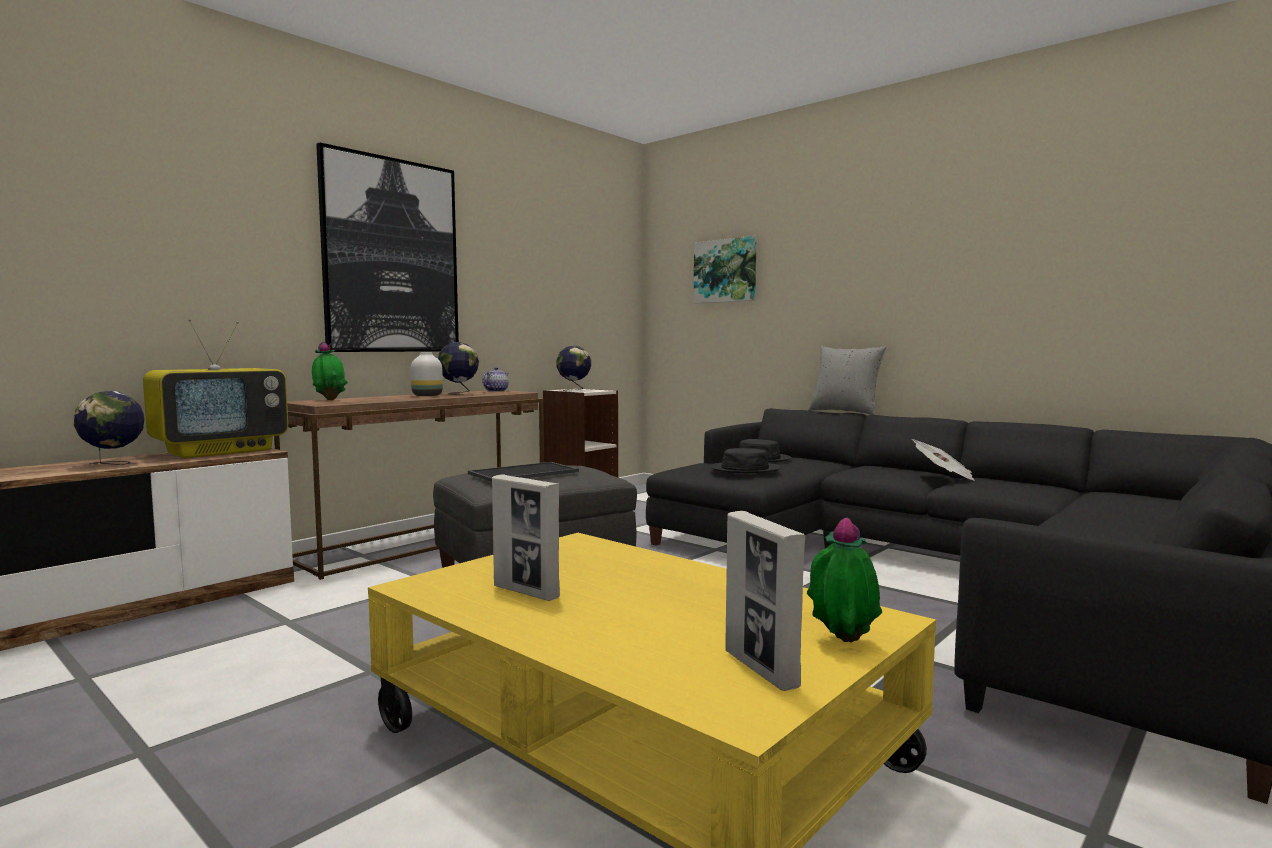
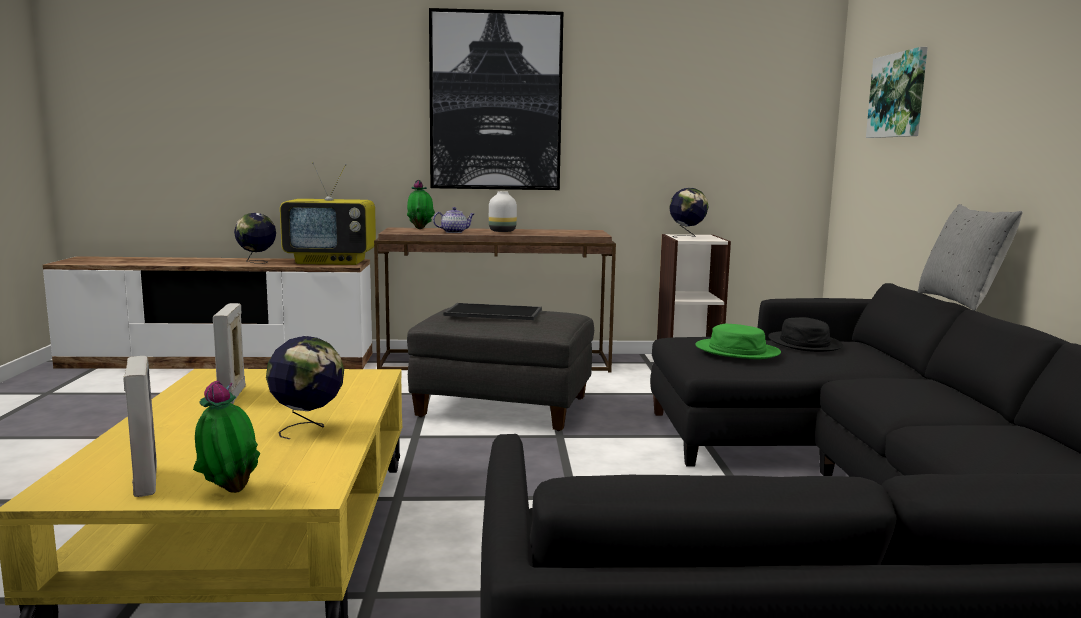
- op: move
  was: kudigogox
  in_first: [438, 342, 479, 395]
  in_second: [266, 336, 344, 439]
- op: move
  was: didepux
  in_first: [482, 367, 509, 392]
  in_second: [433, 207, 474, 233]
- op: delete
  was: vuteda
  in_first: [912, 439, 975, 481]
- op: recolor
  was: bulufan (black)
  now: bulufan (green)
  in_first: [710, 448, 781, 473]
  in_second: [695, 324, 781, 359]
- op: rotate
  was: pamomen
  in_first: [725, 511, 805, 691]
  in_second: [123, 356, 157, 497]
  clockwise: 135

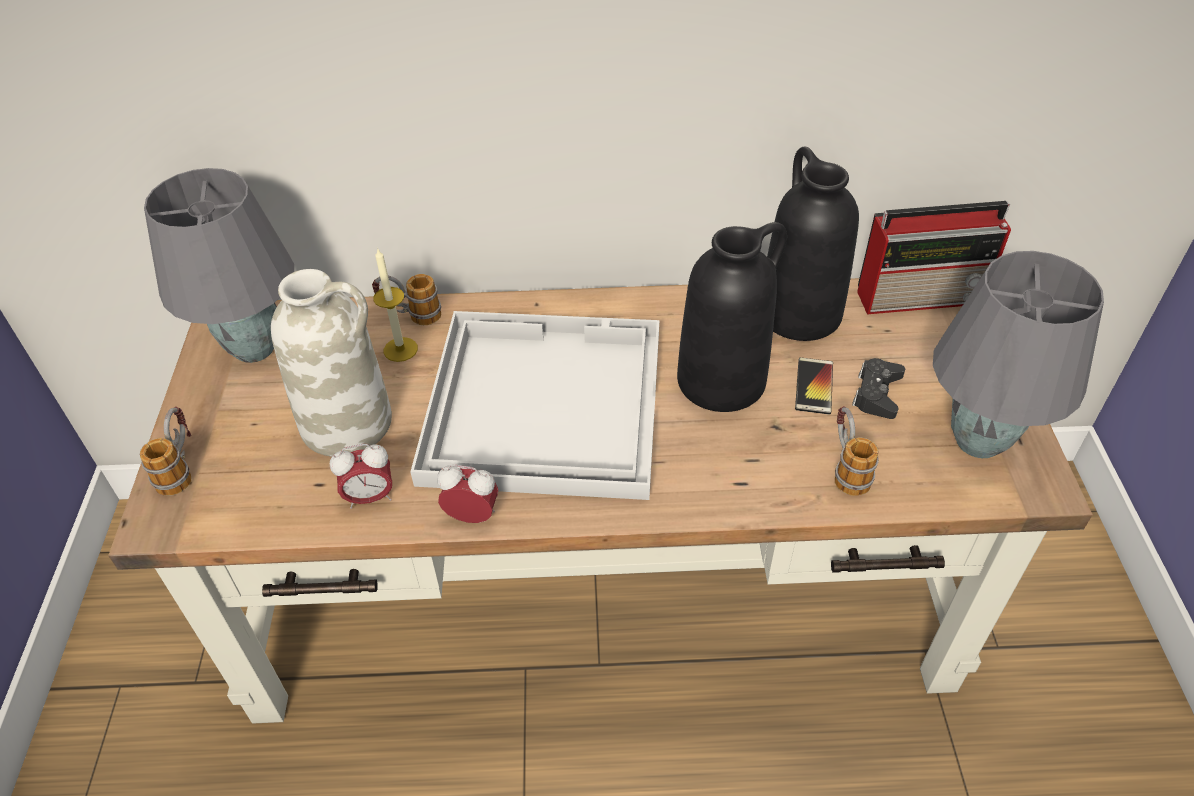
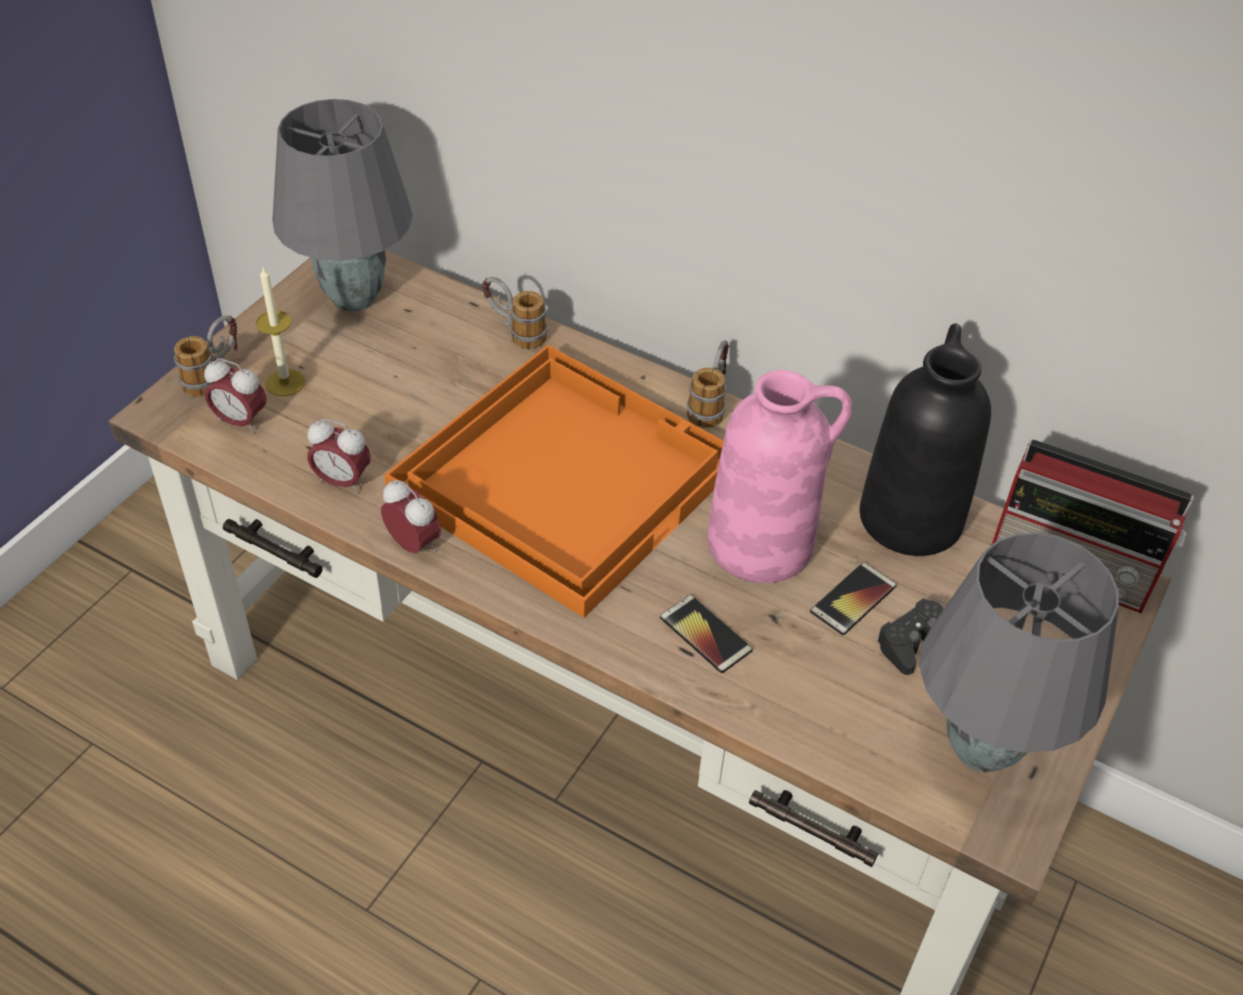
- op: recolor
  was: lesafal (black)
  now: lesafal (pink)
  in_first: [677, 222, 787, 412]
  in_second: [707, 370, 853, 583]
- op: move
  was: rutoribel
  in_first: [373, 249, 418, 362]
  in_second: [256, 268, 305, 396]
- op: delete
  was: lesafal (white)
  in_first: [271, 269, 392, 457]
- op: recolor
  was: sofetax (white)
  now: sofetax (orange)
  in_first: [410, 311, 660, 500]
  in_second: [384, 345, 723, 618]
- op: move
  was: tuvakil
  in_first: [835, 406, 879, 496]
  in_second: [687, 341, 729, 428]
- op: insert
  now: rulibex
  in_second: [204, 358, 266, 434]
- op: insert
  now: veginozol
  in_second: [660, 594, 753, 673]

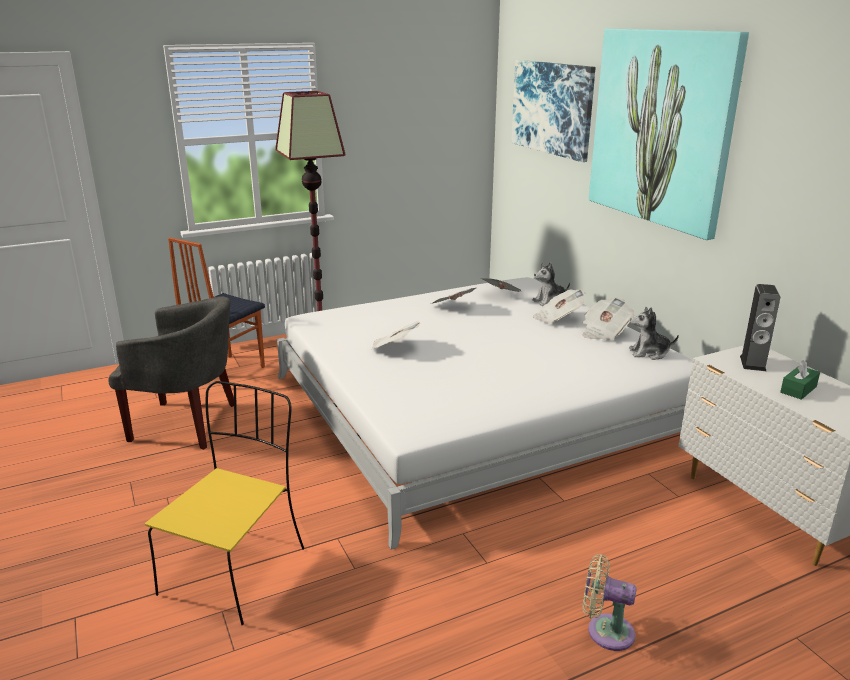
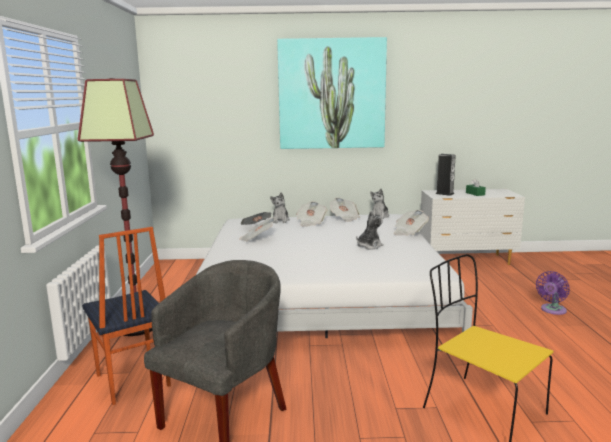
- op: delete
  was: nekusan
  in_first: [511, 60, 596, 162]
- op: move
  was: vuteda
  in_first: [371, 321, 420, 350]
  in_second: [394, 210, 429, 236]
- op: recolor
  was: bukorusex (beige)
  now: bukorusex (purple)
  in_first: [583, 554, 637, 651]
  in_second: [536, 271, 570, 315]
- op: insert
  now: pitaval
  in_second: [356, 211, 384, 250]

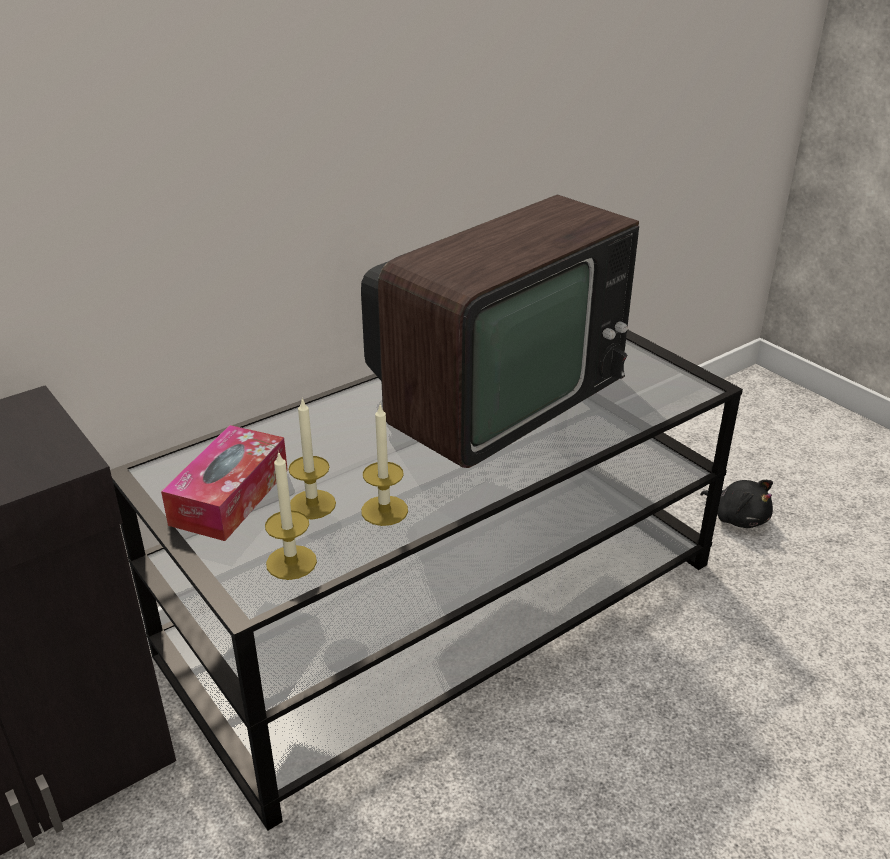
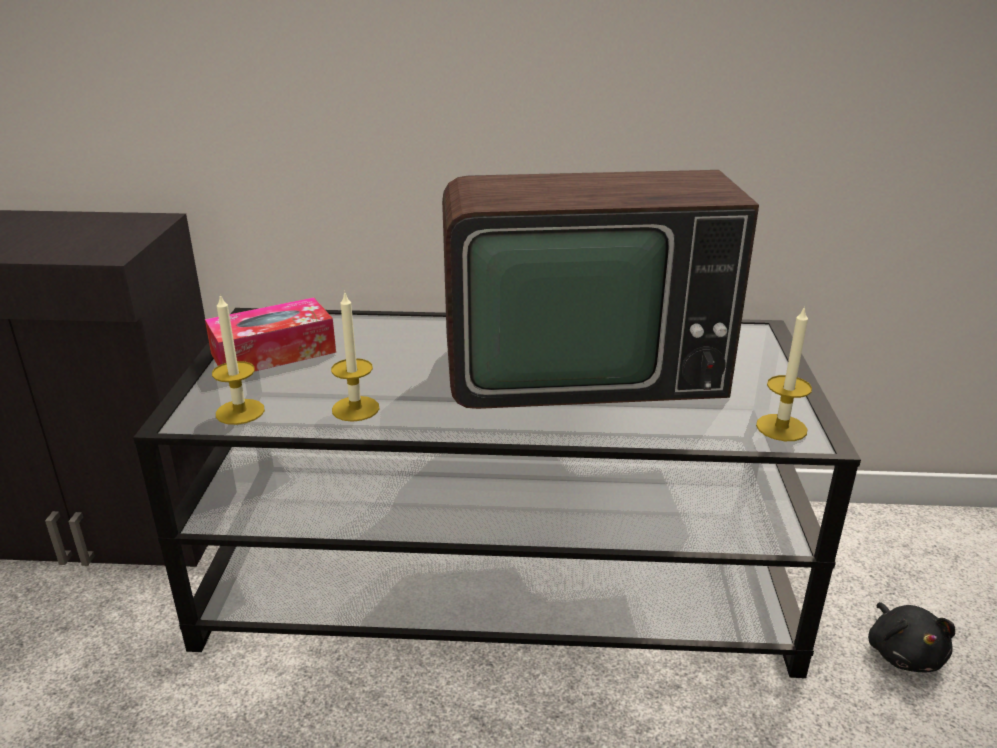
- op: move
  was: rutoribel
  in_first: [288, 398, 336, 519]
  in_second: [756, 306, 812, 441]

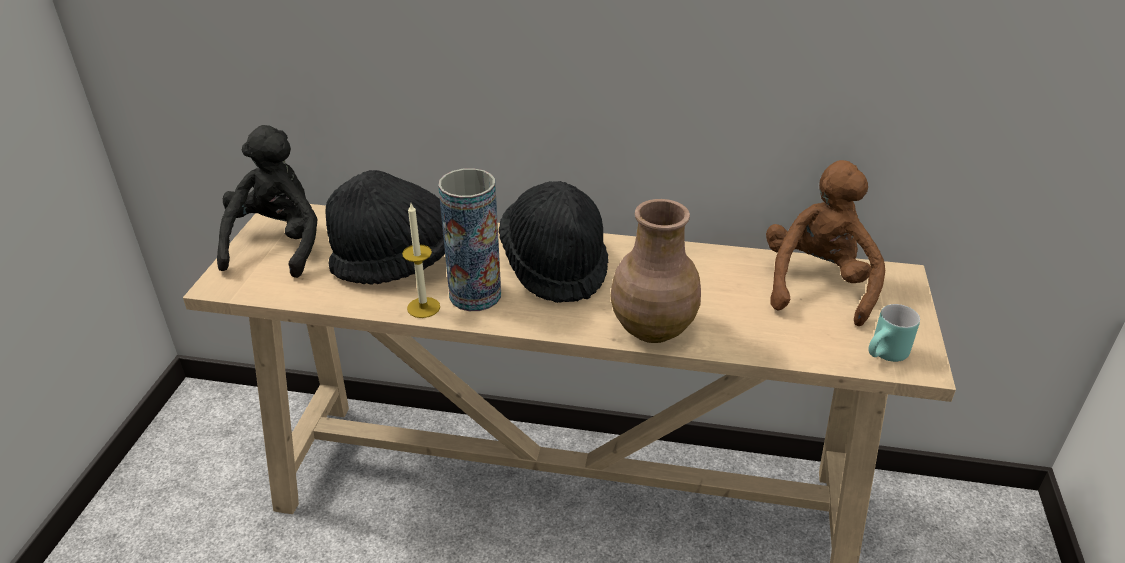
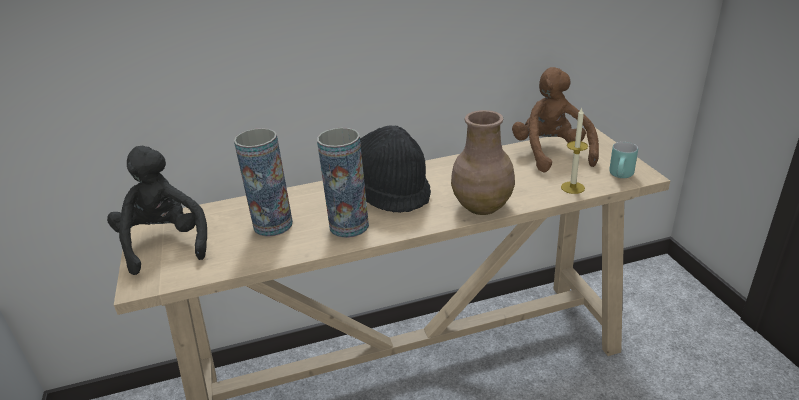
- op: replace
  was: bulufan (black)
  now: lesafal
  in_first: [326, 170, 445, 285]
  in_second: [234, 128, 293, 237]
- op: move
  was: rutoribel
  in_first: [402, 203, 440, 318]
  in_second: [561, 107, 588, 194]

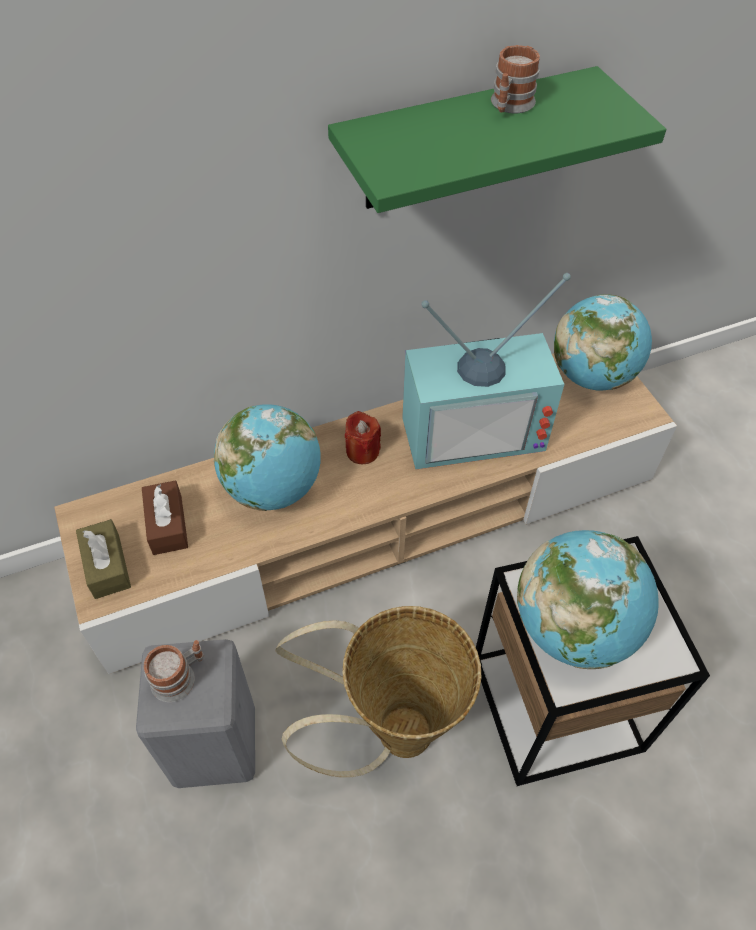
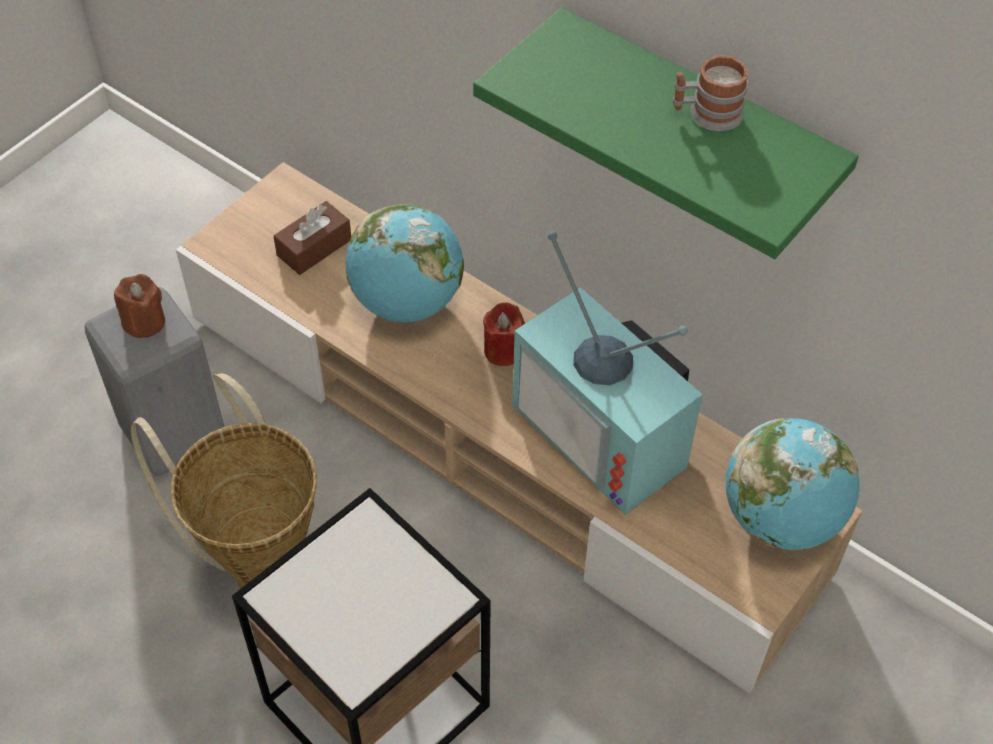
- op: delete
  was: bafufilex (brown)
  in_first: [76, 519, 131, 599]
- op: delete
  was: kudigogox
  in_first: [517, 530, 659, 669]
- op: replace
  was: tuvakil
  now: rutoribel (brown)
  in_first: [144, 640, 204, 702]
  in_second: [114, 274, 165, 338]

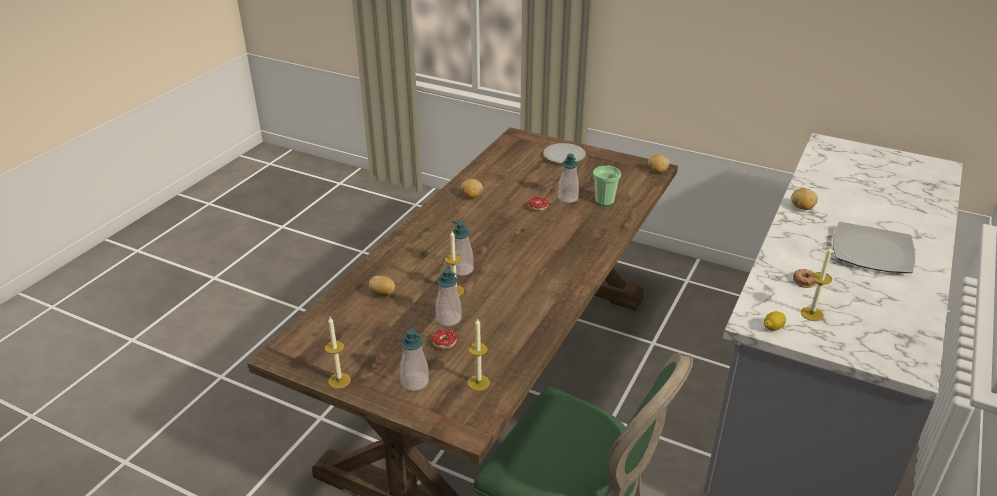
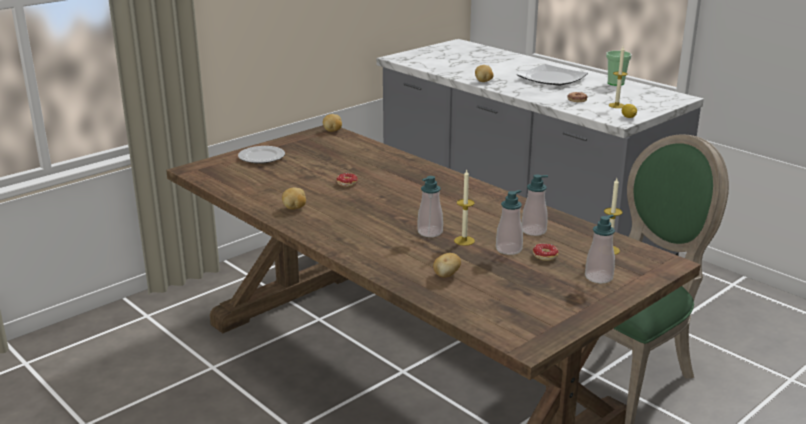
- op: move
  was: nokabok
  in_first: [558, 154, 579, 203]
  in_second: [522, 174, 548, 236]
- op: move
  was: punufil
  in_first: [593, 166, 621, 206]
  in_second: [606, 51, 632, 86]
- op: delete
  was: rutoribel
  in_first: [325, 317, 351, 389]

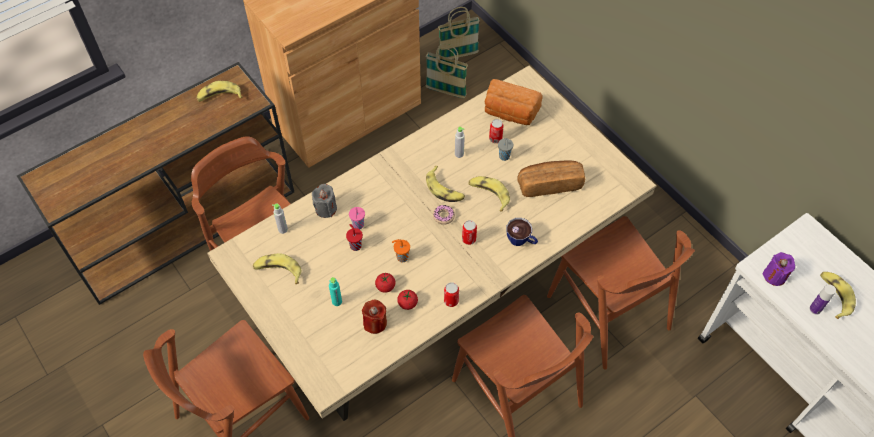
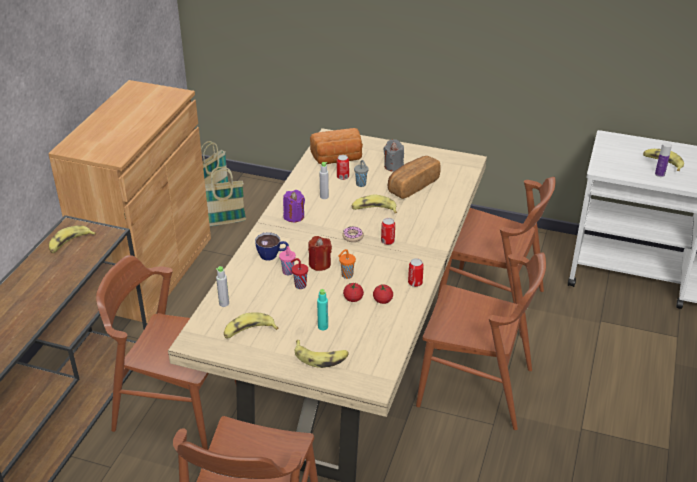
- op: move
  was: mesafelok
  in_first: [426, 166, 465, 202]
  in_second: [295, 340, 349, 368]
- op: move
  was: rutoribel (grey)
  in_first: [312, 184, 337, 218]
  in_second: [384, 139, 404, 172]
- op: move
  was: punufil
  in_first: [506, 218, 538, 246]
  in_second: [255, 232, 289, 261]
- op: move
  was: rutoribel (purple)
  in_first: [763, 252, 795, 286]
  in_second: [283, 190, 305, 222]
- op: move
  was: rutoribel (red)
  in_first: [362, 299, 387, 334]
  in_second: [308, 236, 332, 271]

